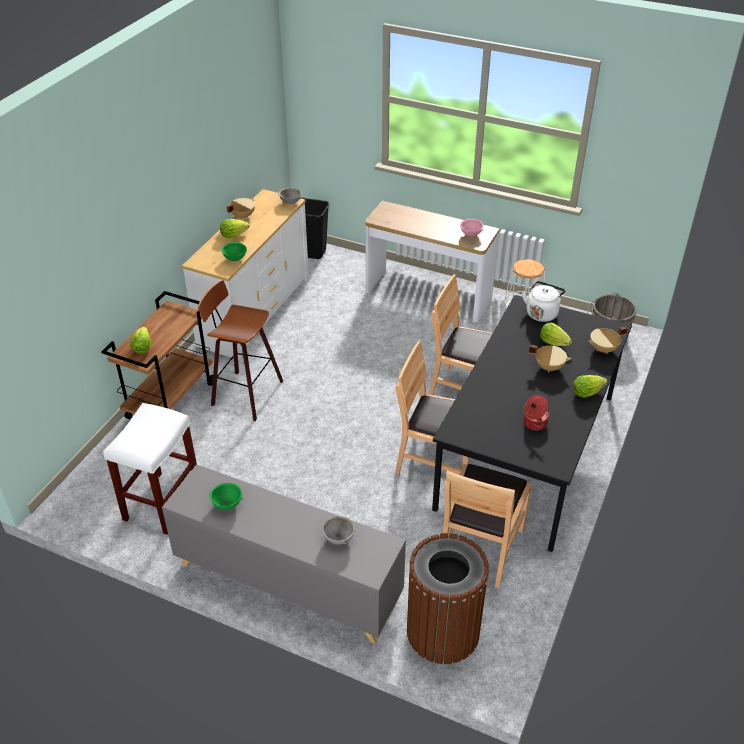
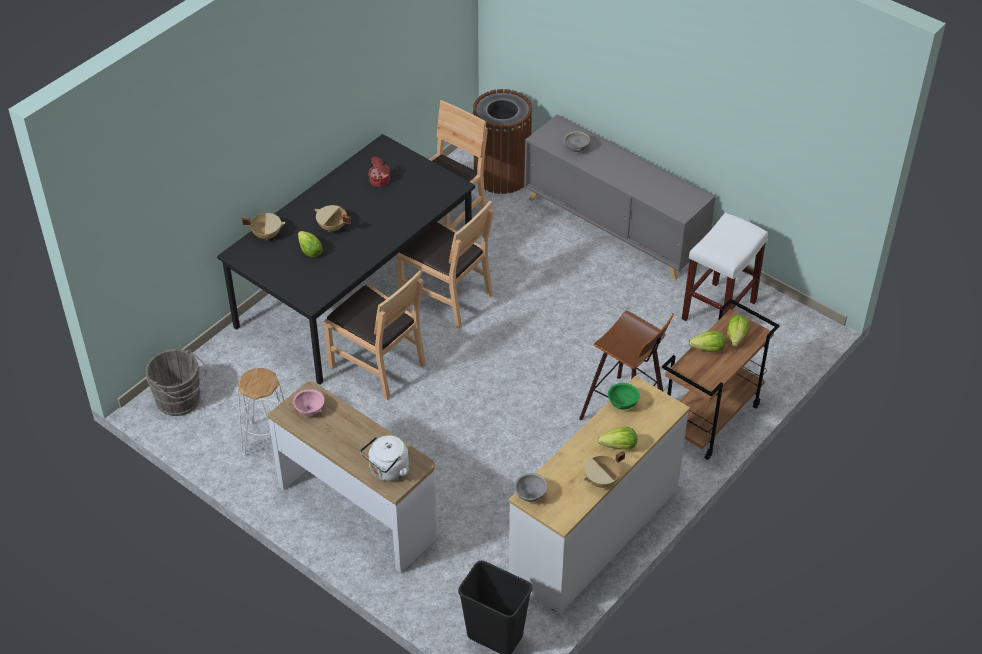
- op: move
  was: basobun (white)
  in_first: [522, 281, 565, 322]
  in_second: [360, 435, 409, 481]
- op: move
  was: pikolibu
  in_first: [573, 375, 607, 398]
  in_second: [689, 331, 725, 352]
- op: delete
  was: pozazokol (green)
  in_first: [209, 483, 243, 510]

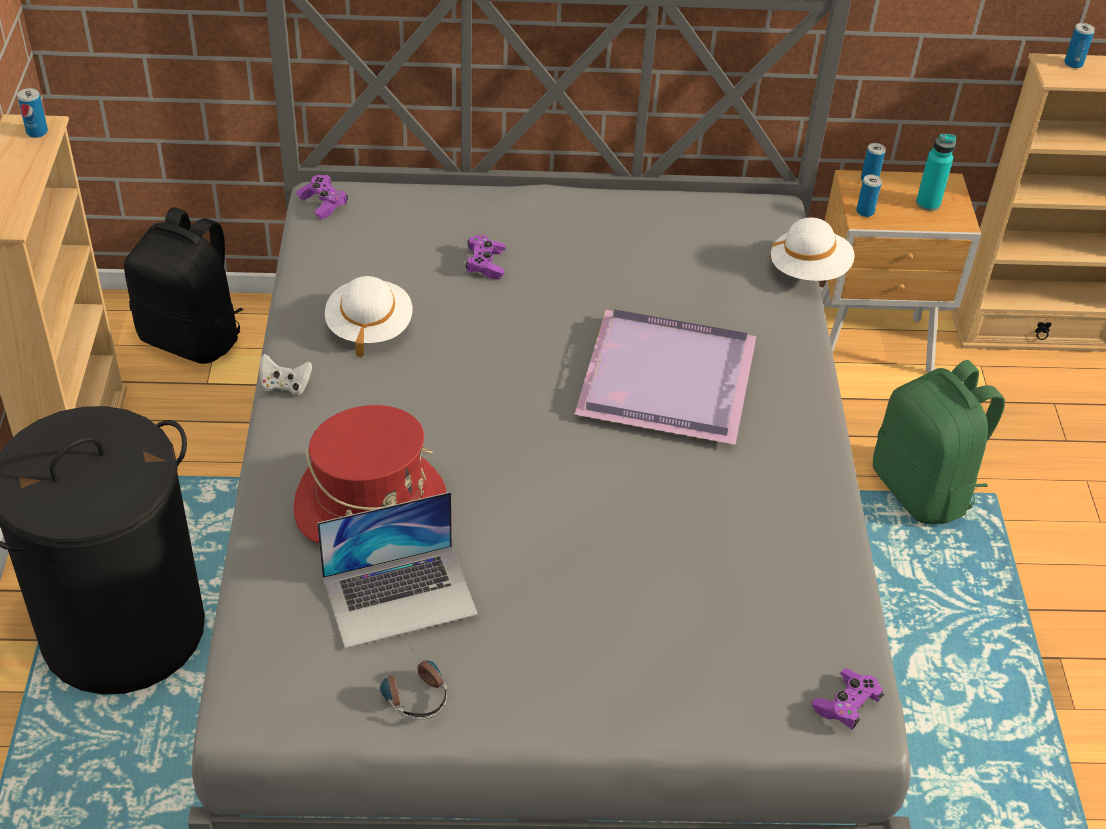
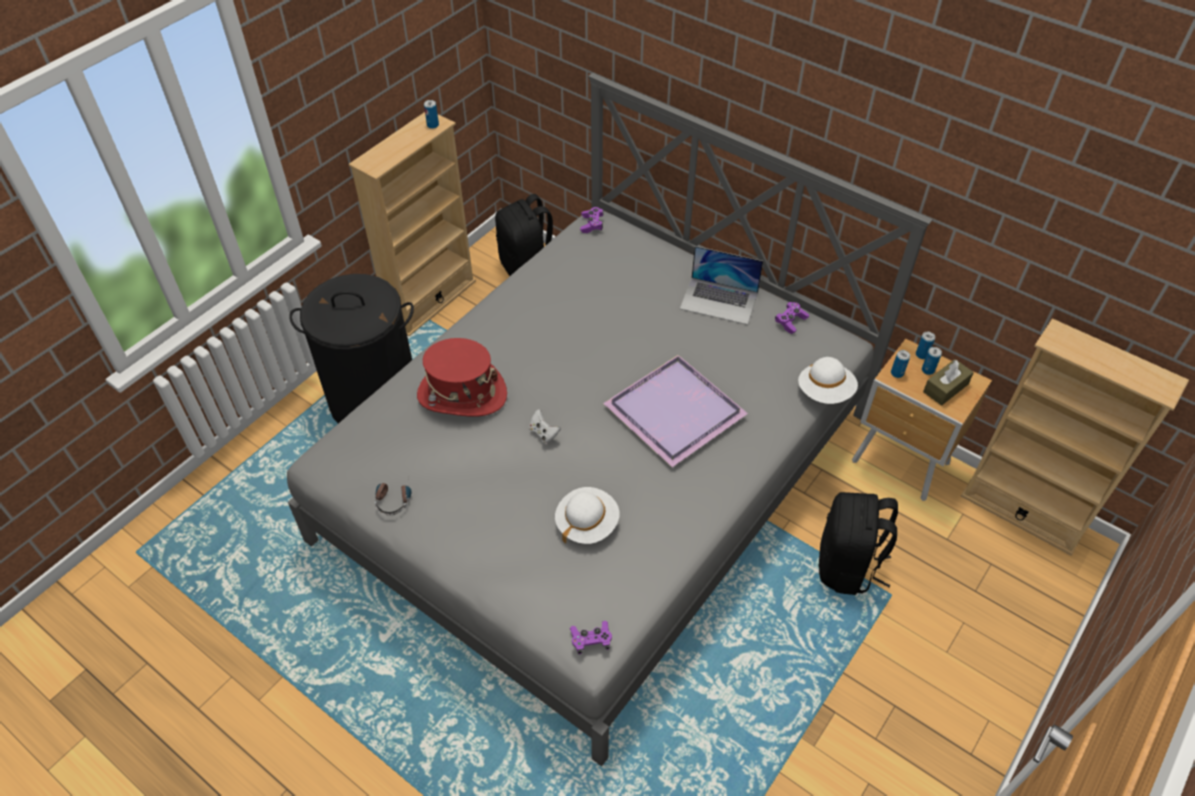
- op: move
  was: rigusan
  in_first: [1064, 23, 1095, 68]
  in_second: [922, 347, 942, 375]
- op: replace
  was: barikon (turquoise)
  now: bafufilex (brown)
  in_first: [916, 134, 957, 211]
  in_second: [923, 359, 974, 406]
- op: move
  was: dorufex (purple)
  in_first: [466, 235, 506, 279]
  in_second: [775, 302, 809, 334]
- op: move
  was: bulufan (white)
  in_first: [325, 276, 412, 358]
  in_second: [555, 487, 619, 544]
- op: move
  was: dorufex (white)
  in_first: [260, 354, 312, 395]
  in_second: [529, 409, 561, 444]
- op: recolor
  was: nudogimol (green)
  now: nudogimol (black)
  in_first: [873, 360, 1005, 524]
  in_second: [819, 492, 898, 595]
- op: move
  was: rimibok
  in_first: [317, 492, 478, 648]
  in_second: [680, 246, 763, 325]

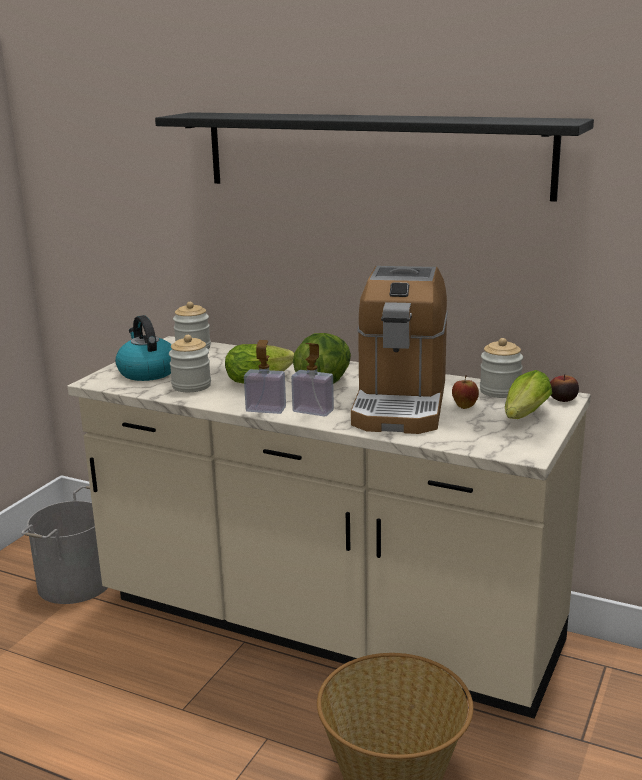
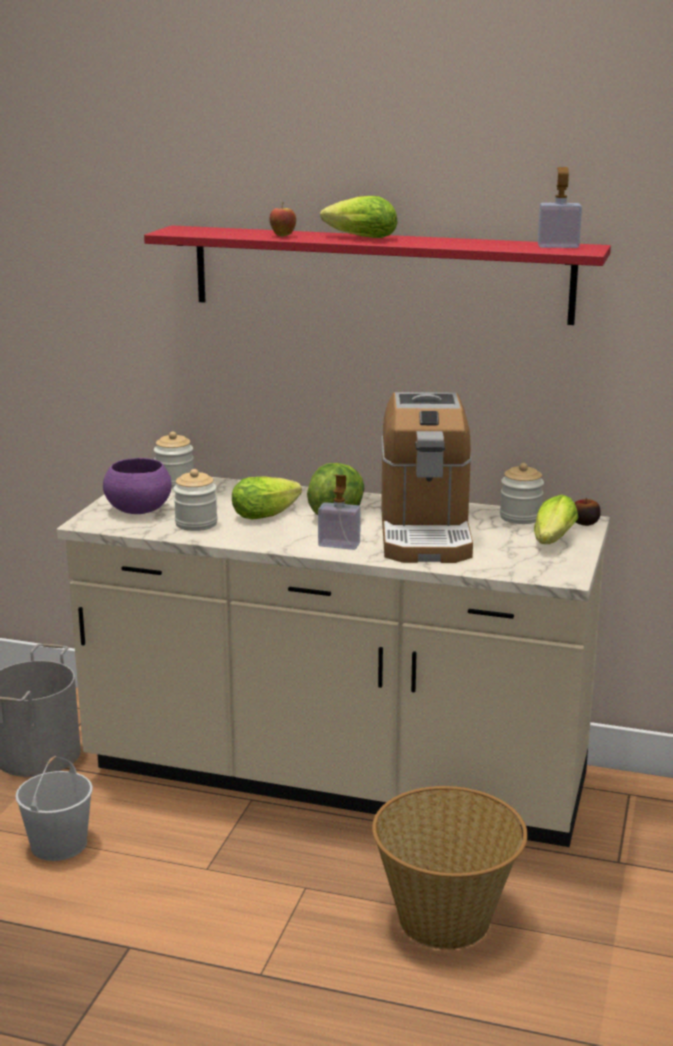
- op: recolor
  was: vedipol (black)
  now: vedipol (red)
  in_first: [155, 112, 594, 202]
  in_second: [144, 226, 611, 325]
- op: replace
  was: basobun
  now: pozazokol (purple)
  in_first: [115, 315, 172, 381]
  in_second: [103, 458, 172, 514]
- op: move
  was: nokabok
  in_first: [244, 340, 286, 414]
  in_second: [538, 167, 582, 248]
- op: move
  was: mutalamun
  in_first: [452, 375, 479, 409]
  in_second: [270, 202, 296, 237]
- op: insert
  now: pikolibu
  in_second: [320, 196, 398, 238]
- op: insert
  now: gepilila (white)
  in_second: [15, 756, 93, 861]

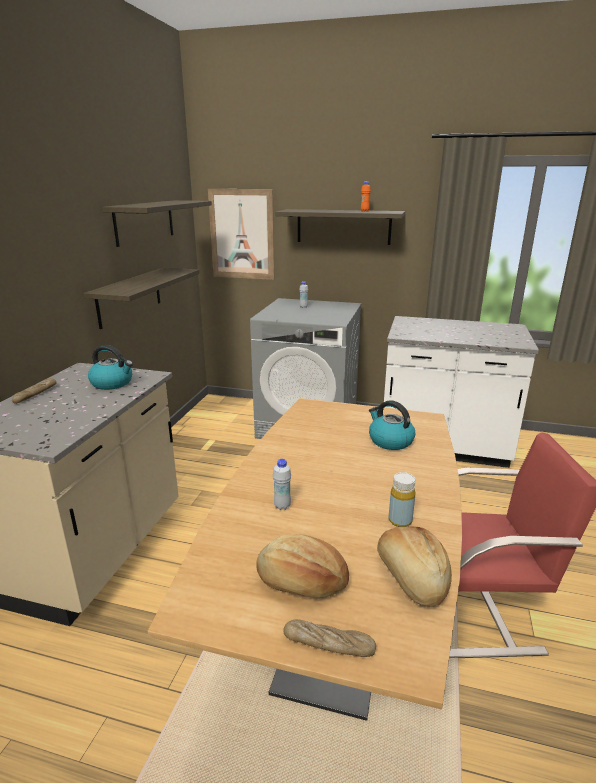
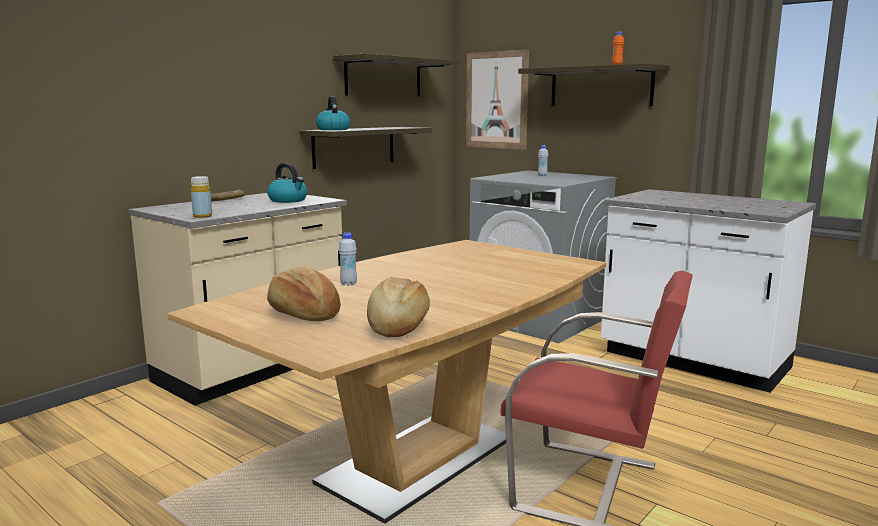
- op: move
  was: basobun
  in_first: [369, 400, 415, 450]
  in_second: [316, 96, 350, 130]
- op: move
  was: barikon (yellow)
  in_first: [389, 472, 416, 527]
  in_second: [191, 176, 212, 218]
- op: delete
  was: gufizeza
  in_first: [283, 619, 376, 657]

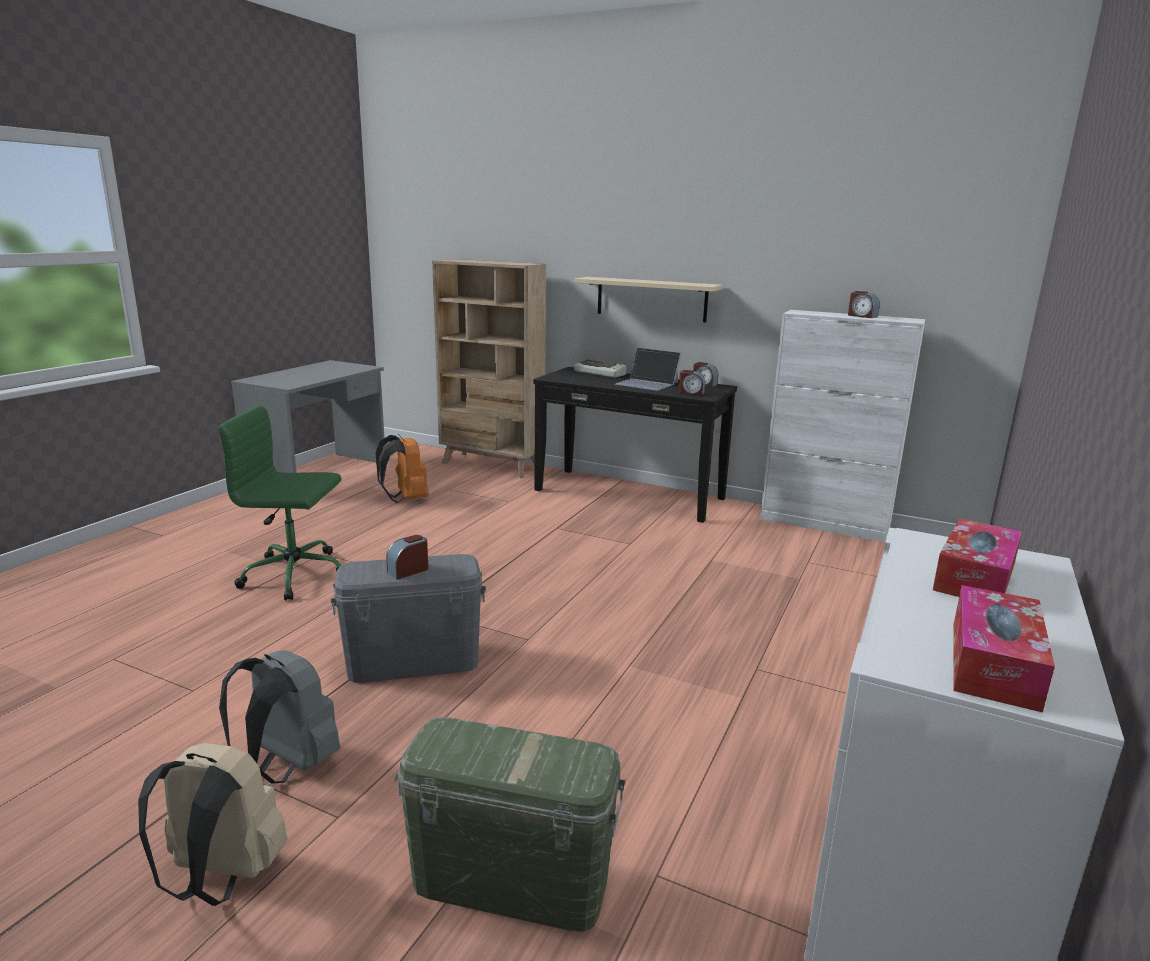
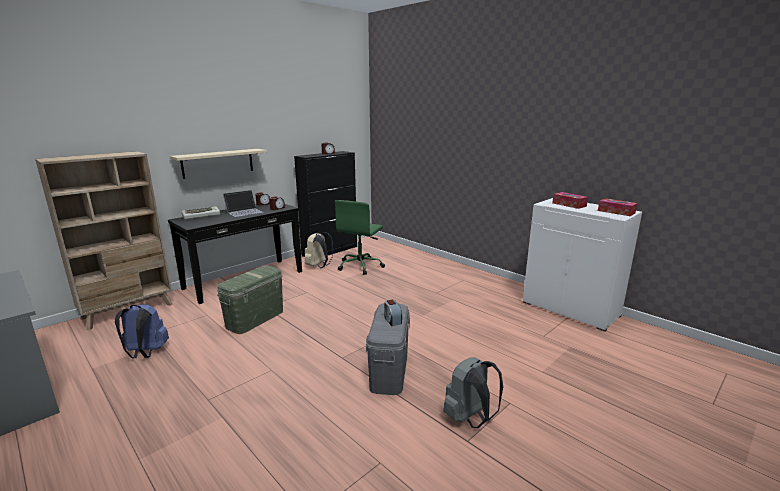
- op: recolor
  was: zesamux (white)
  now: zesamux (black)
  in_first: [760, 310, 926, 542]
  in_second: [294, 151, 357, 257]
- op: move
  was: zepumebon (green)
  in_first: [218, 405, 341, 601]
  in_second: [335, 200, 385, 275]
- op: recolor
  was: nudogimol (orange)
  now: nudogimol (blue)
  in_first: [375, 434, 429, 503]
  in_second: [115, 304, 169, 358]
- op: move
  was: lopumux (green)
  in_first: [395, 717, 626, 931]
  in_second: [217, 265, 283, 334]
- op: move
  was: nudogimol (beige)
  in_first: [138, 743, 288, 906]
  in_second: [305, 231, 333, 268]

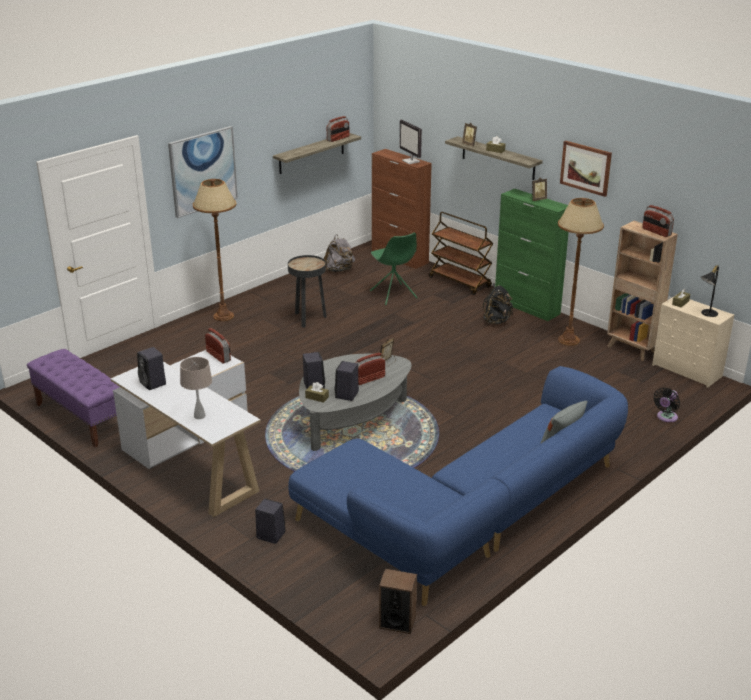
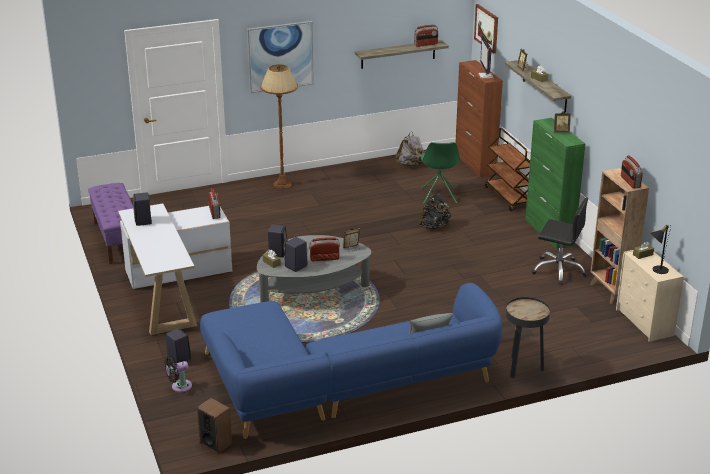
- op: move
  was: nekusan
  in_first: [560, 141, 612, 197]
  in_second: [474, 4, 498, 53]
- op: replace
  was: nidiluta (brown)
  now: zepumebon (black)
  in_first: [558, 198, 604, 346]
  in_second: [531, 198, 588, 285]
- op: move
  was: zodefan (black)
  in_first: [288, 255, 327, 328]
  in_second: [506, 297, 550, 378]
- op: move
  was: nudogimol (black)
  in_first: [483, 283, 513, 324]
  in_second: [419, 191, 451, 229]
- op: delete
  was: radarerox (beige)
  in_first: [180, 357, 212, 419]
- op: move
  was: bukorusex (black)
  in_first: [654, 388, 680, 422]
  in_second: [165, 356, 192, 392]

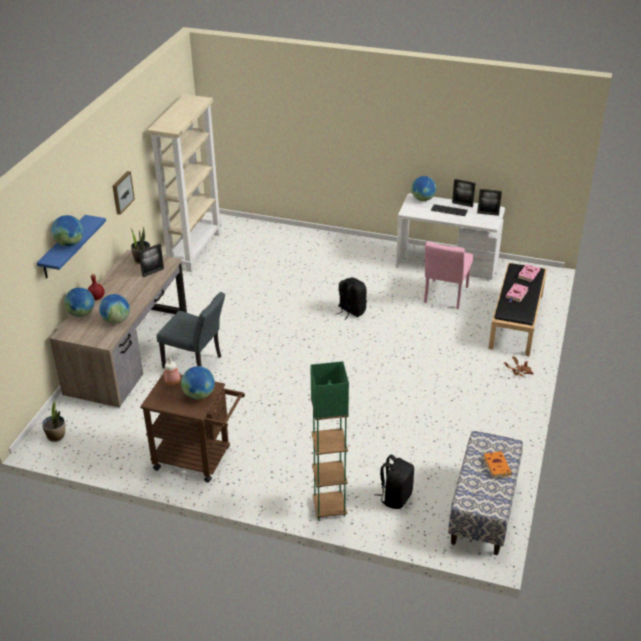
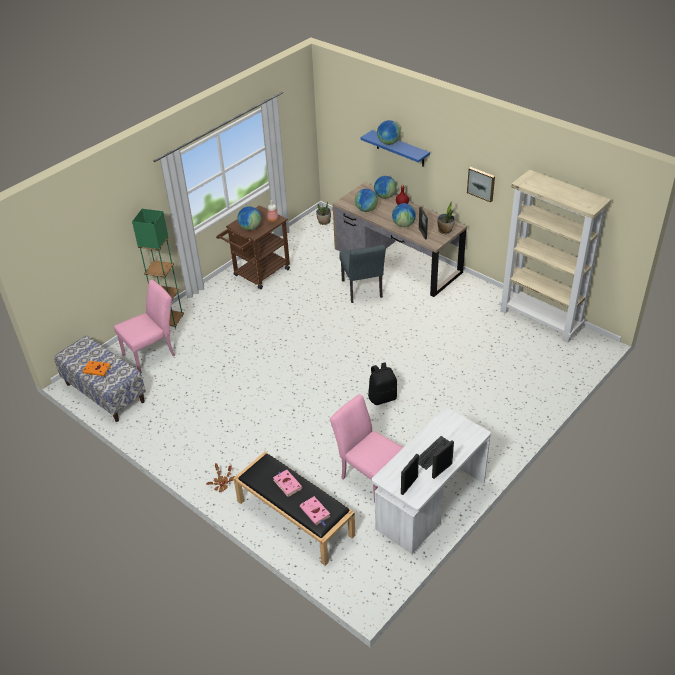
- op: move
  was: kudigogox
  in_first: [411, 176, 436, 201]
  in_second: [392, 203, 416, 227]
- op: rotate
  was: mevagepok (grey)
  in_first: [157, 292, 225, 369]
  in_second: [339, 245, 386, 303]
  clockwise: -60
- op: replace
  was: nudogimol (black)
  now: mevagepok (pink)
  in_first: [374, 454, 414, 509]
  in_second: [114, 280, 175, 373]

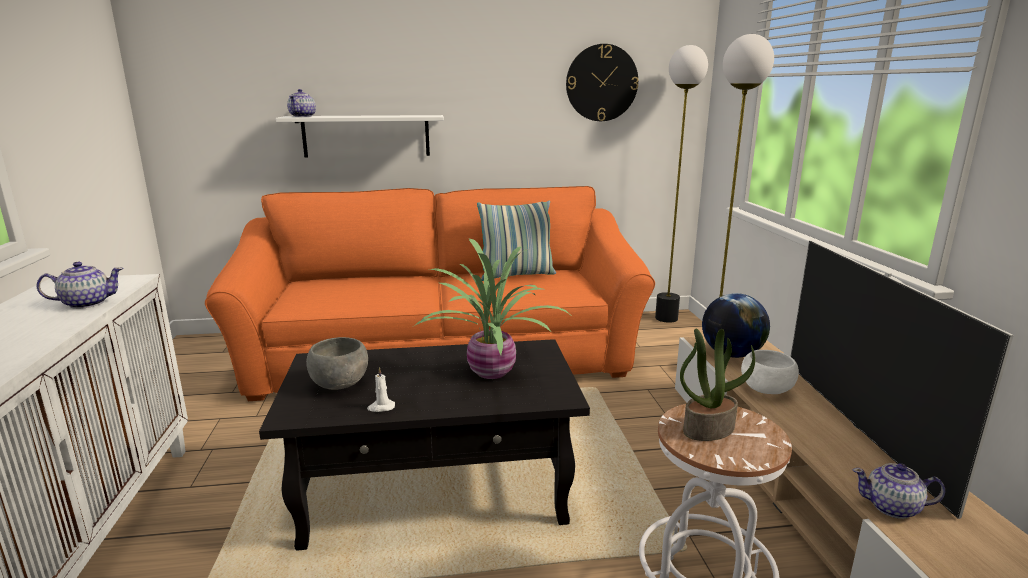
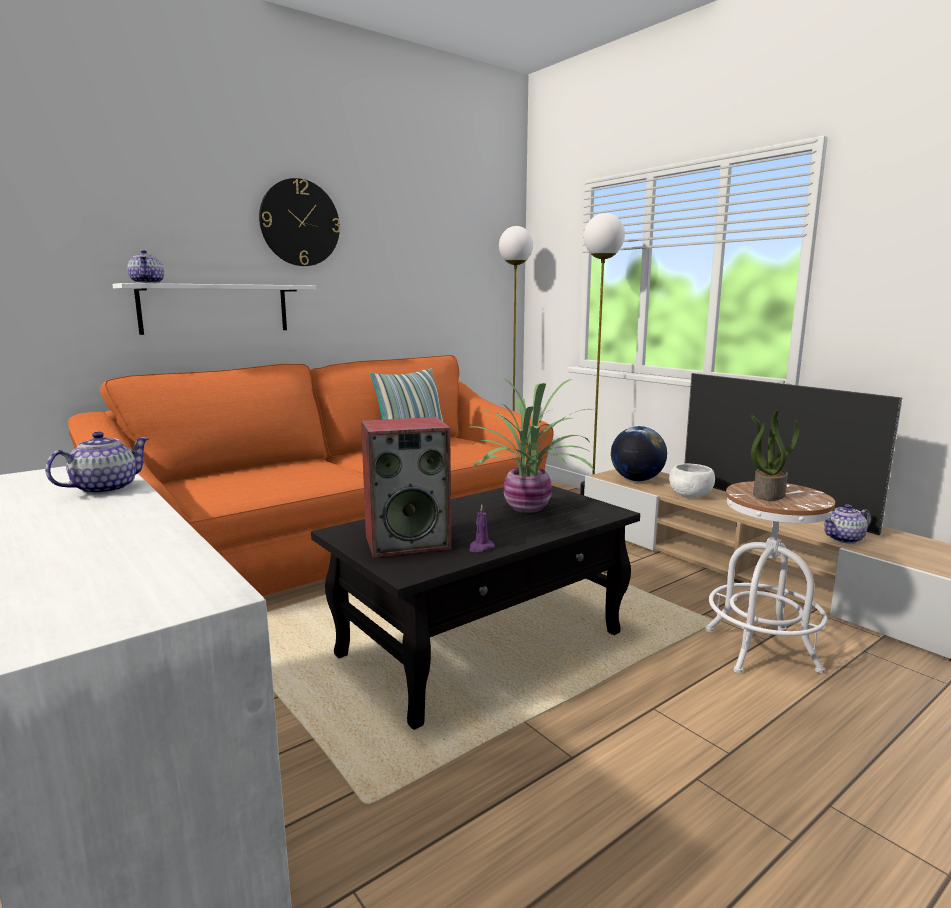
- op: move
  was: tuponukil
  in_first: [566, 44, 638, 121]
  in_second: [259, 178, 340, 266]
- op: replace
  was: pozazokol (grey)
  now: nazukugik
  in_first: [306, 337, 368, 390]
  in_second: [361, 417, 451, 558]
- op: recolor
  was: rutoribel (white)
  now: rutoribel (purple)
  in_first: [367, 367, 395, 412]
  in_second: [469, 505, 495, 552]

